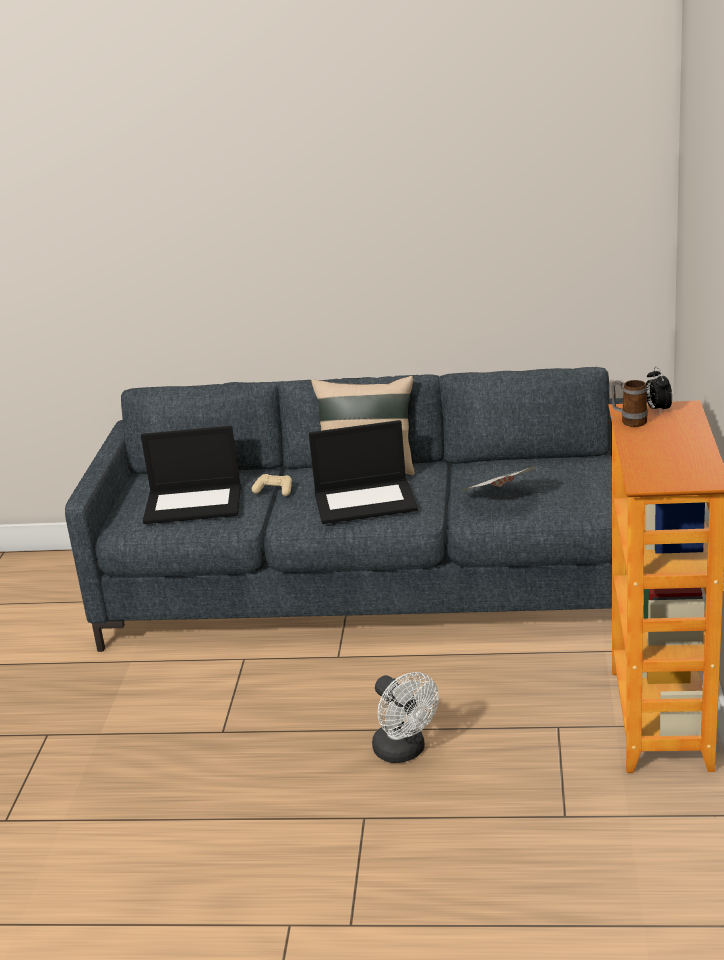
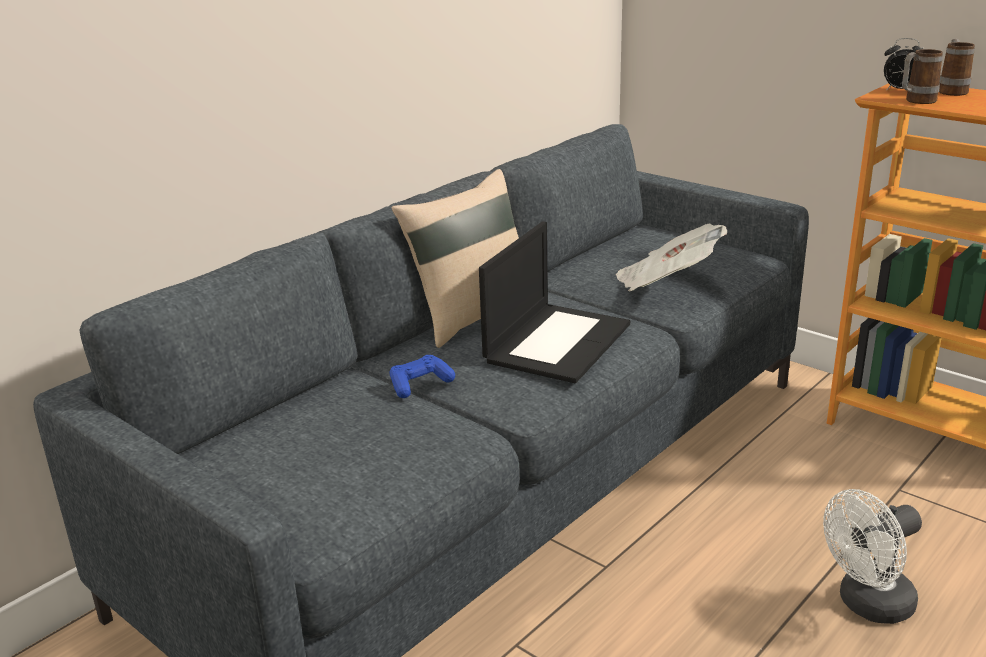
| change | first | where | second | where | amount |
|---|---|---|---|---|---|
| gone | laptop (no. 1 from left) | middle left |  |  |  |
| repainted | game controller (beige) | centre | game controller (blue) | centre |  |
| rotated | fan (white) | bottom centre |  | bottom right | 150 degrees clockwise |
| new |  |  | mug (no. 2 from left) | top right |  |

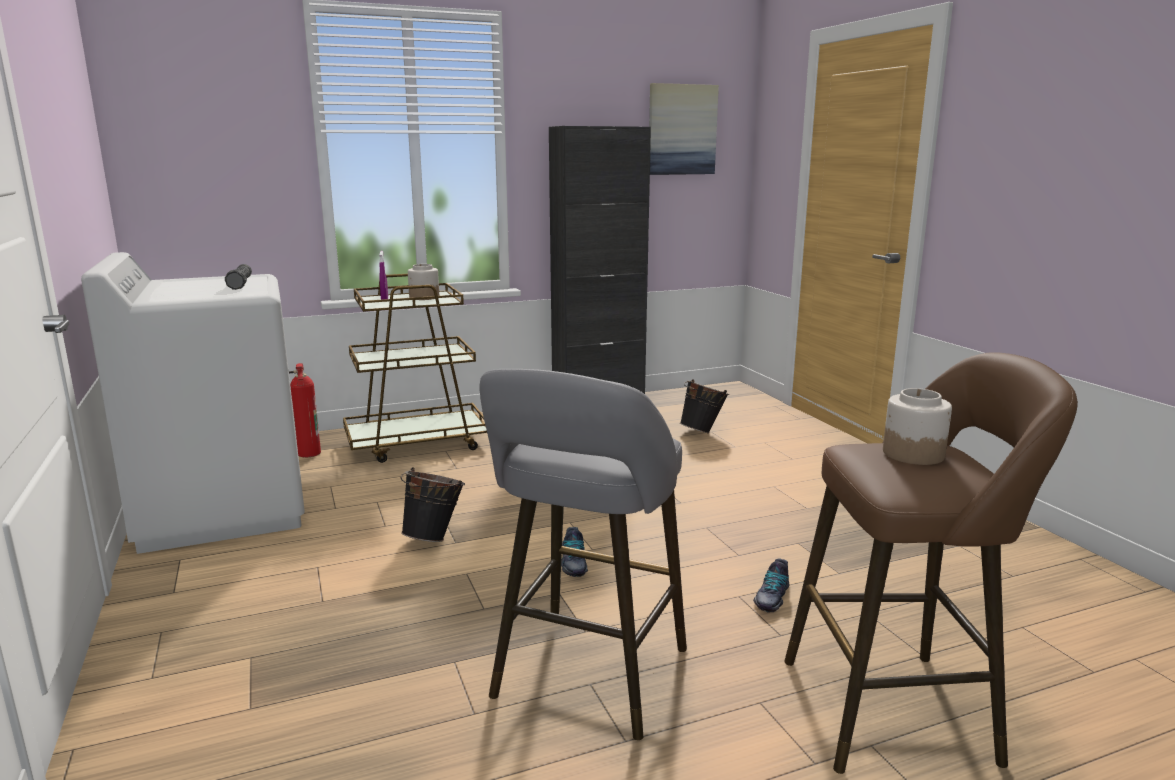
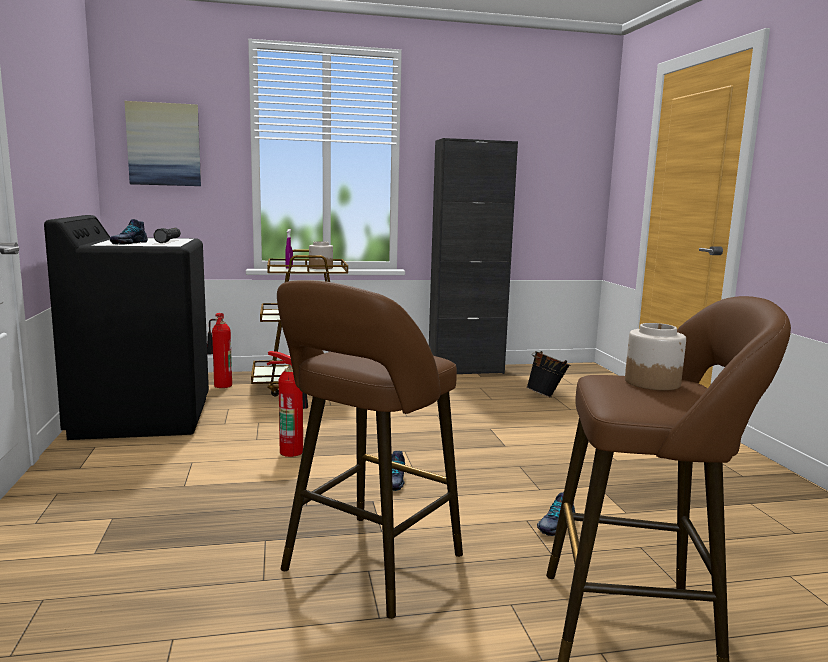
| change | first | where | second | where | amount |
|---|---|---|---|---|---|
| repainted | washing machine (white) | middle left | washing machine (black) | middle left |  |
| swapped | bucket (black) (no. 1 from left) | centre | fire extinguisher (no. 2 from left) | centre |  |
| repainted | stool (grey) | bottom centre | stool (brown) (no. 1 from left) | bottom centre |  |
| shifted | picture | top centre |  | top left |  |
| new |  |  | shoe (no. 1 from left) | middle left |  |

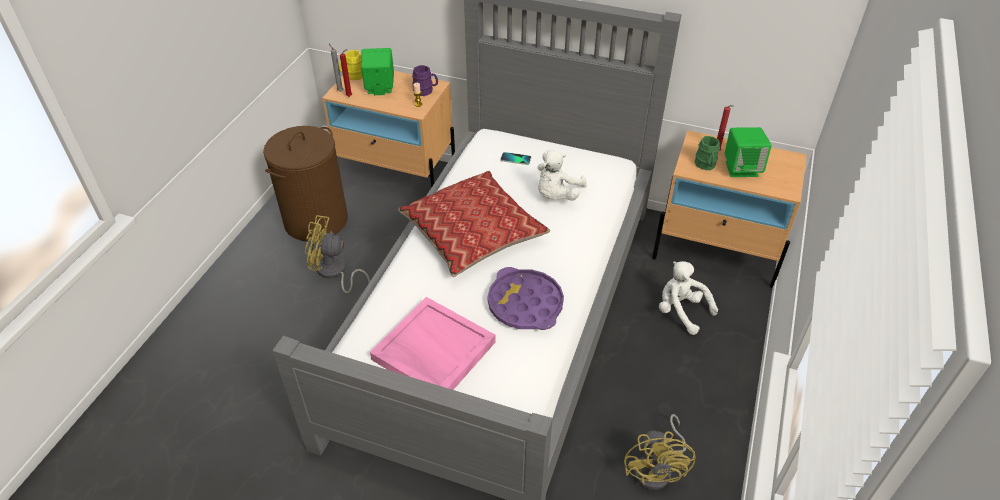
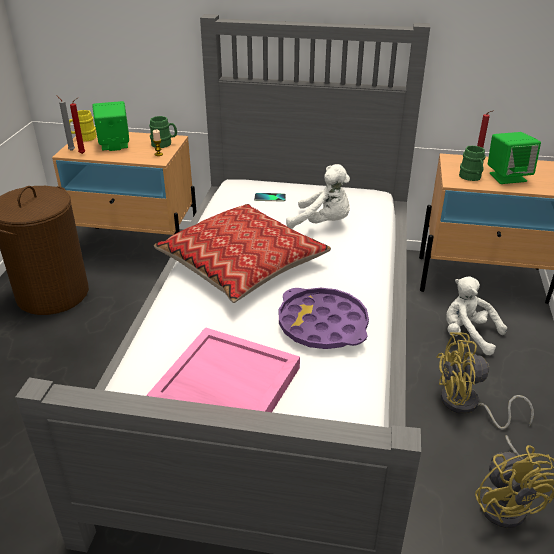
| change | first | where | second | where | amount |
|---|---|---|---|---|---|
| shifted | fan (yellow) (no. 1 from left) | centre |  | bottom right |  |
| repainted | mug (purple) | top centre | mug (green) (no. 1 from left) | top left |  |
| rotated | plush toy (white) (no. 1 from left) | centre |  | centre | 90 degrees counterclockwise |

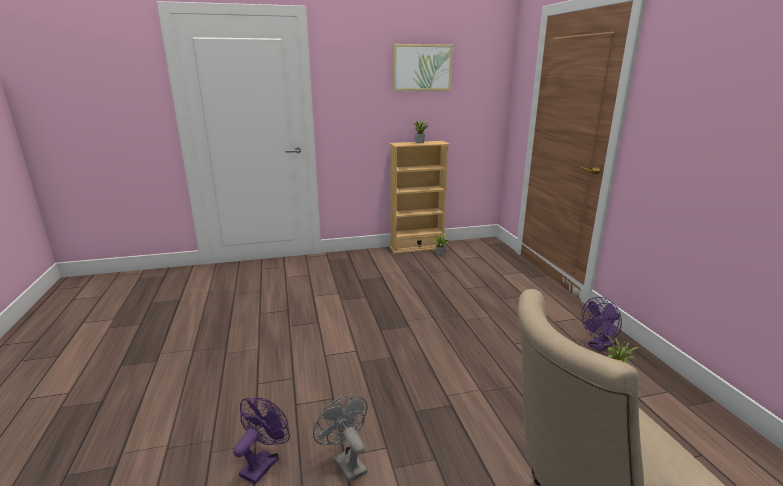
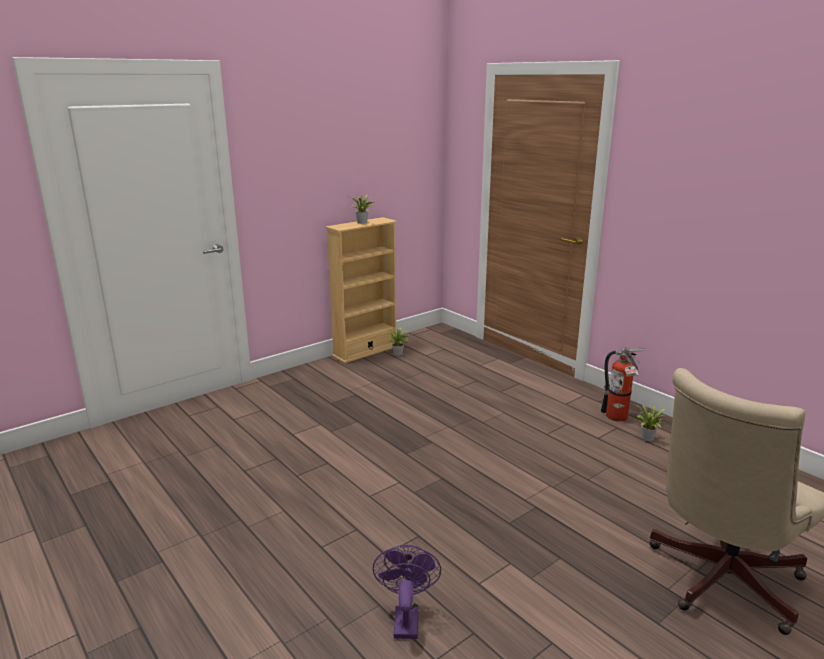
| change | first | where | second | where | amount |
|---|---|---|---|---|---|
| gone | fan (grey) | bottom centre |  |  |  |
| gone | picture | top centre |  |  |  |
| swapped | fan (purple) (no. 2 from left) | bottom right | fire extinguisher | middle right |  |

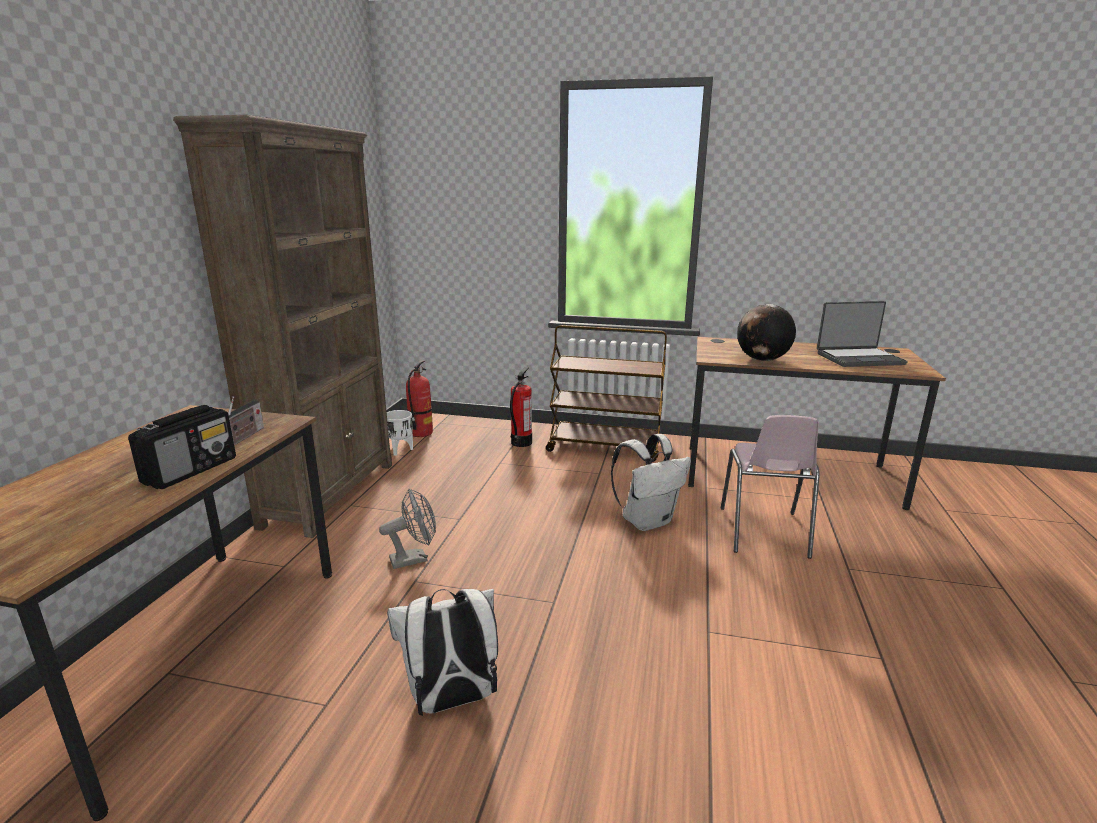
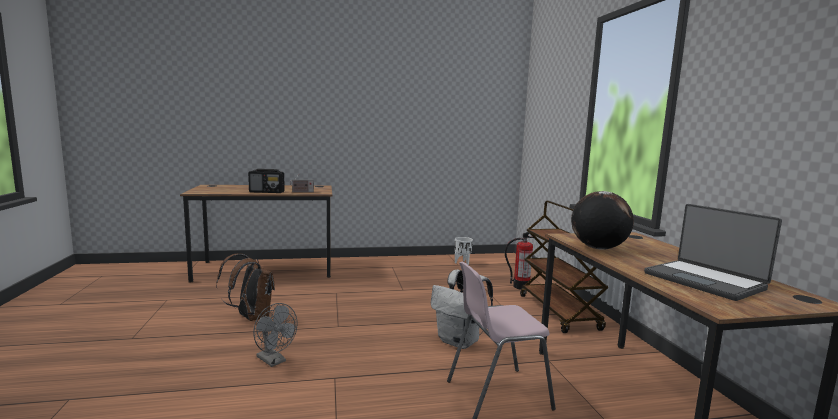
| change | first | where | second | where | amount |
|---|---|---|---|---|---|
| gone | bookcase (brown) | middle left |  |  |  |
| shifted | fan (grey) | centre |  | bottom left |  |
| repainted | backpack (white) (no. 1 from left) | bottom centre | backpack (brown) | bottom left |  |
| gone | fire extinguisher (no. 1 from left) | centre |  |  |  |

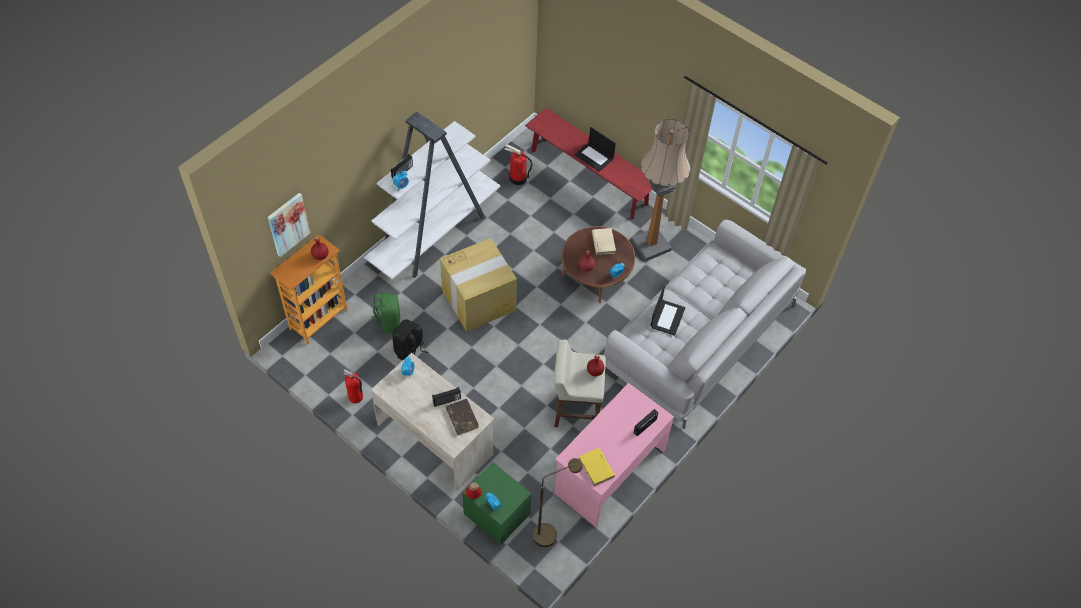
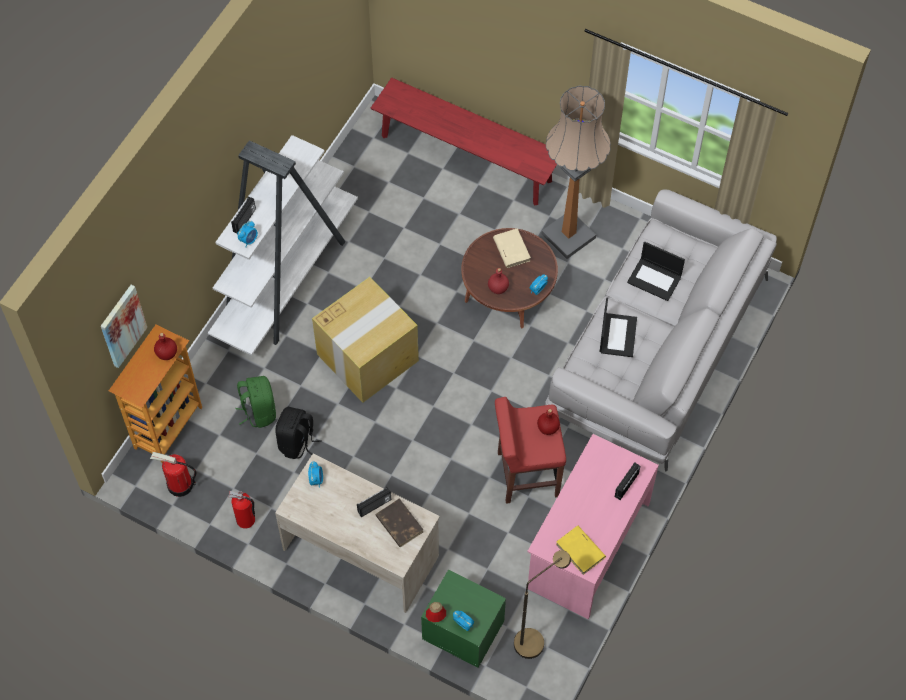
| change | first | where | second | where | amount |
|---|---|---|---|---|---|
| shifted | fire extinguisher (no. 2 from left in the first image) | top centre | fire extinguisher (no. 1 from left) | bottom left |  |
| repainted | stool (beige) | centre | stool (red) | centre |  |
| shifted | laptop (no. 1 from left in the first image) | top centre | laptop (no. 2 from left) | middle right |  |

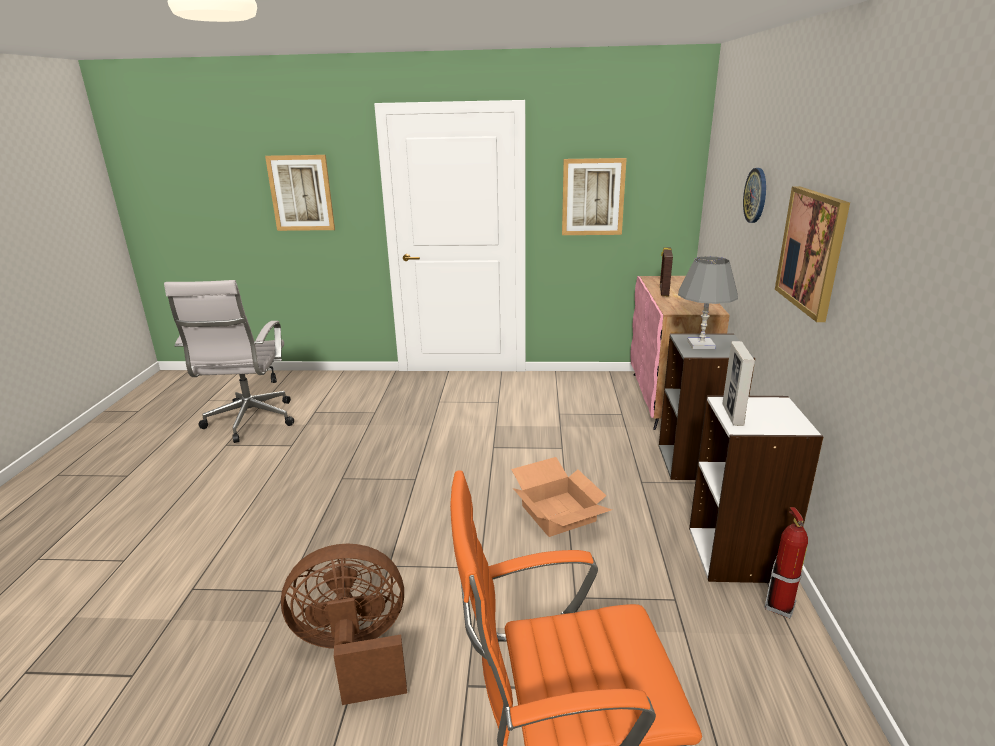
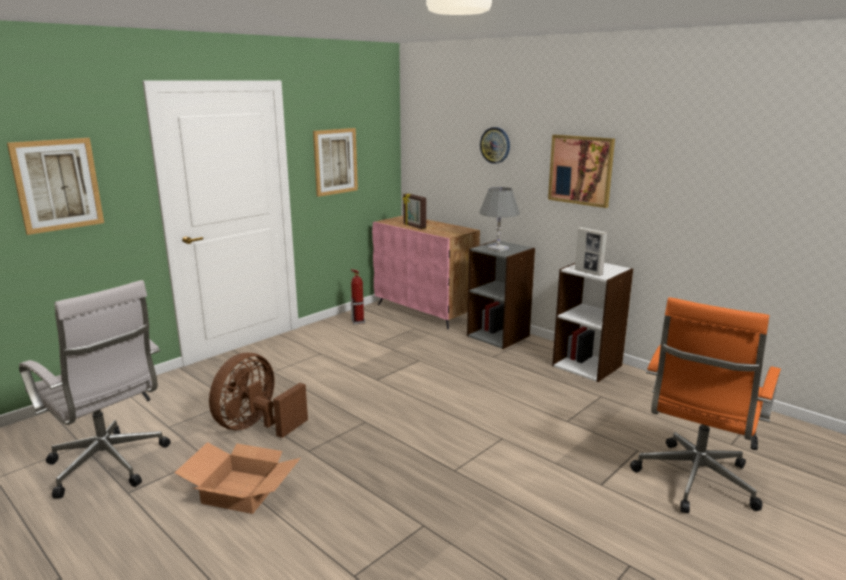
| change | first | where | second | where | amount |
|---|---|---|---|---|---|
| shifted | fan (brown) | bottom centre |  | bottom left |  |
| shifted | cardboard box | centre |  | bottom left |  |
| shifted | fire extinguisher | bottom right |  | centre |  |

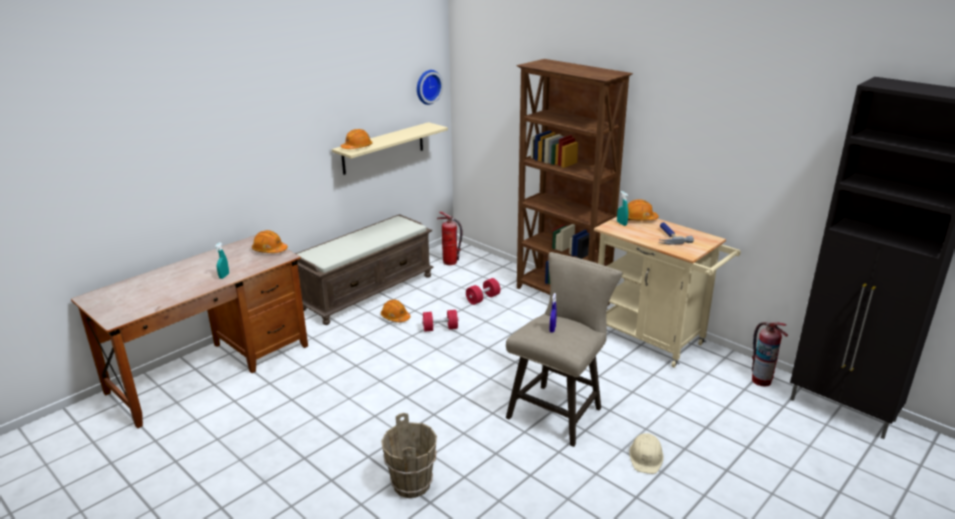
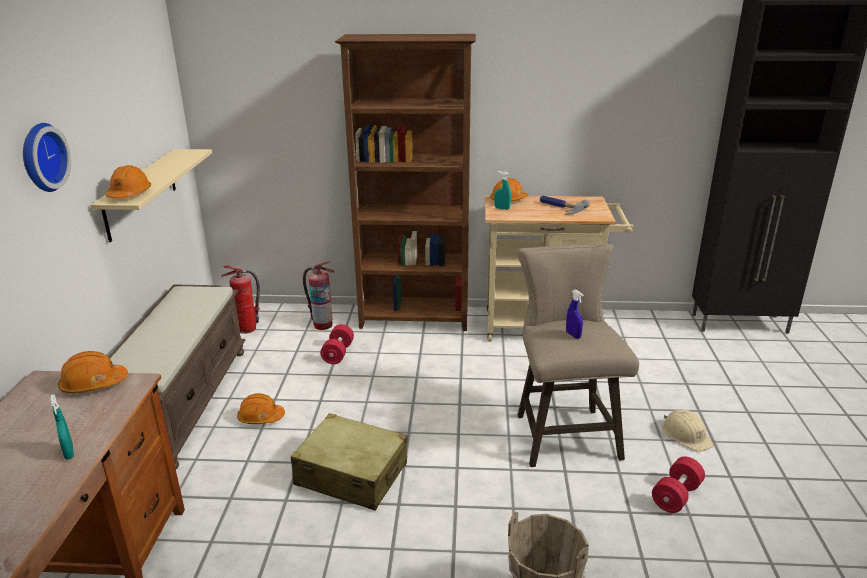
| change | first | where | second | where | amount |
|---|---|---|---|---|---|
| shifted | wall clock | top centre |  | top left |  |
| shifted | dumbbell (red) (no. 1 from left in the first image) | centre | dumbbell (red) (no. 2 from left) | bottom right |  |
| shifted | fire extinguisher (no. 2 from left) | bottom right |  | centre |  |
| new |  |  | suitcase (beige) | bottom centre |  |

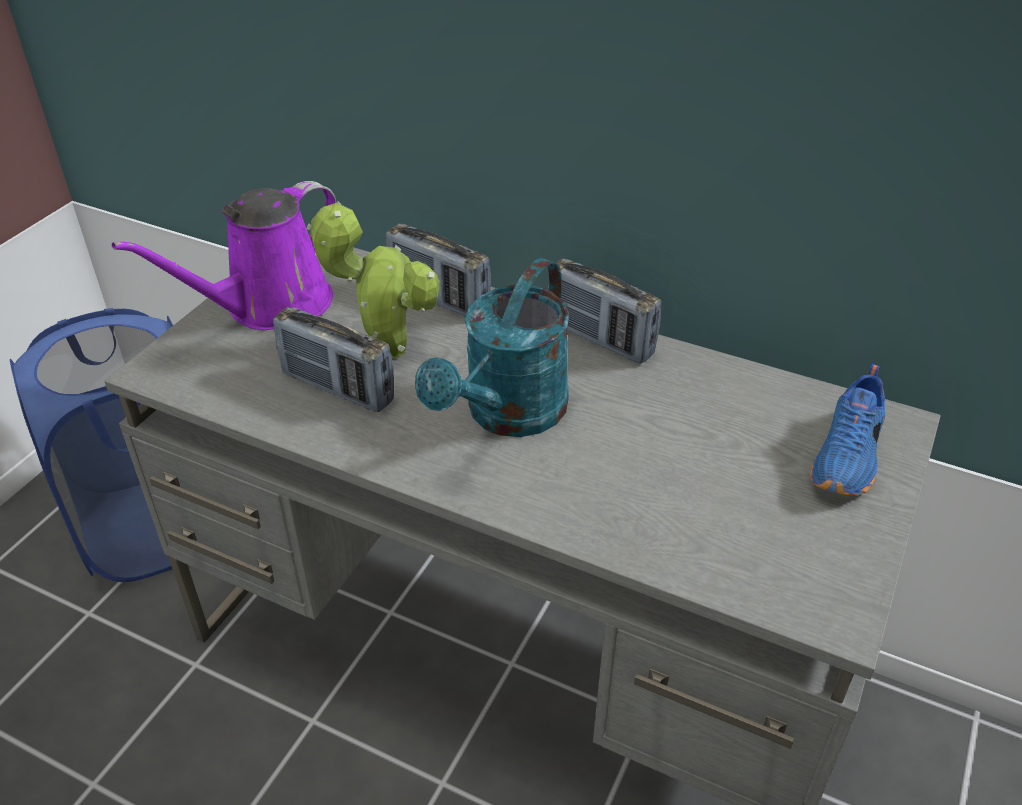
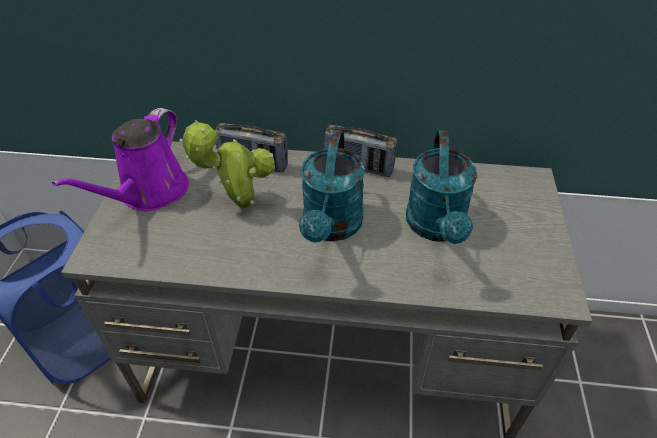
| change | first | where | second | where | amount |
|---|---|---|---|---|---|
| gone | radio (no. 1 from left) | middle left |  |  |  |
| gone | shoe (blue) | middle right |  |  |  |
| new |  |  | watering can (turquoise) (no. 2 from left) | middle right |  |

